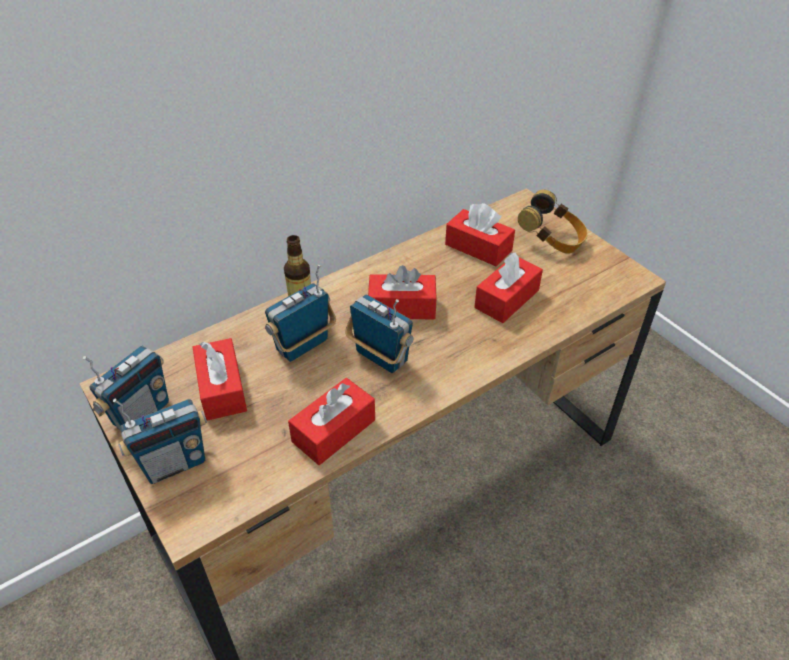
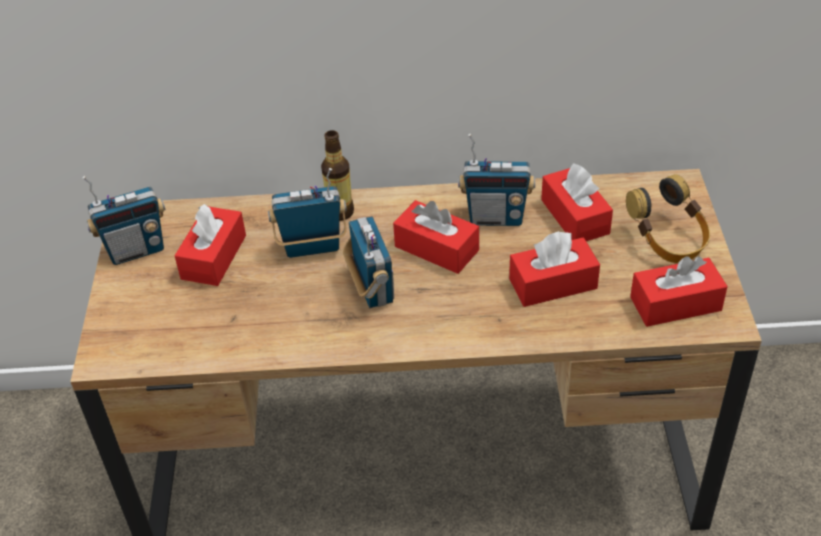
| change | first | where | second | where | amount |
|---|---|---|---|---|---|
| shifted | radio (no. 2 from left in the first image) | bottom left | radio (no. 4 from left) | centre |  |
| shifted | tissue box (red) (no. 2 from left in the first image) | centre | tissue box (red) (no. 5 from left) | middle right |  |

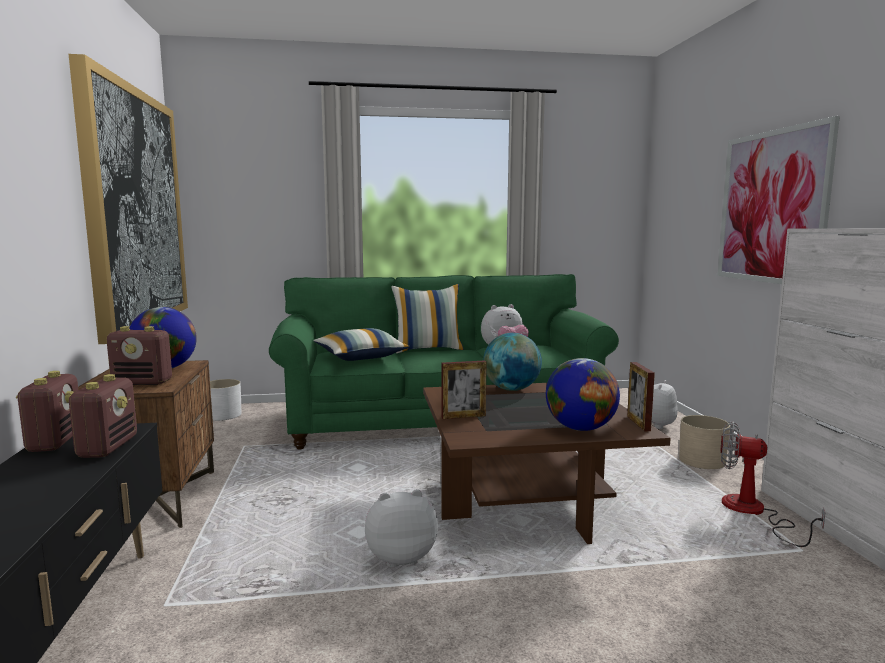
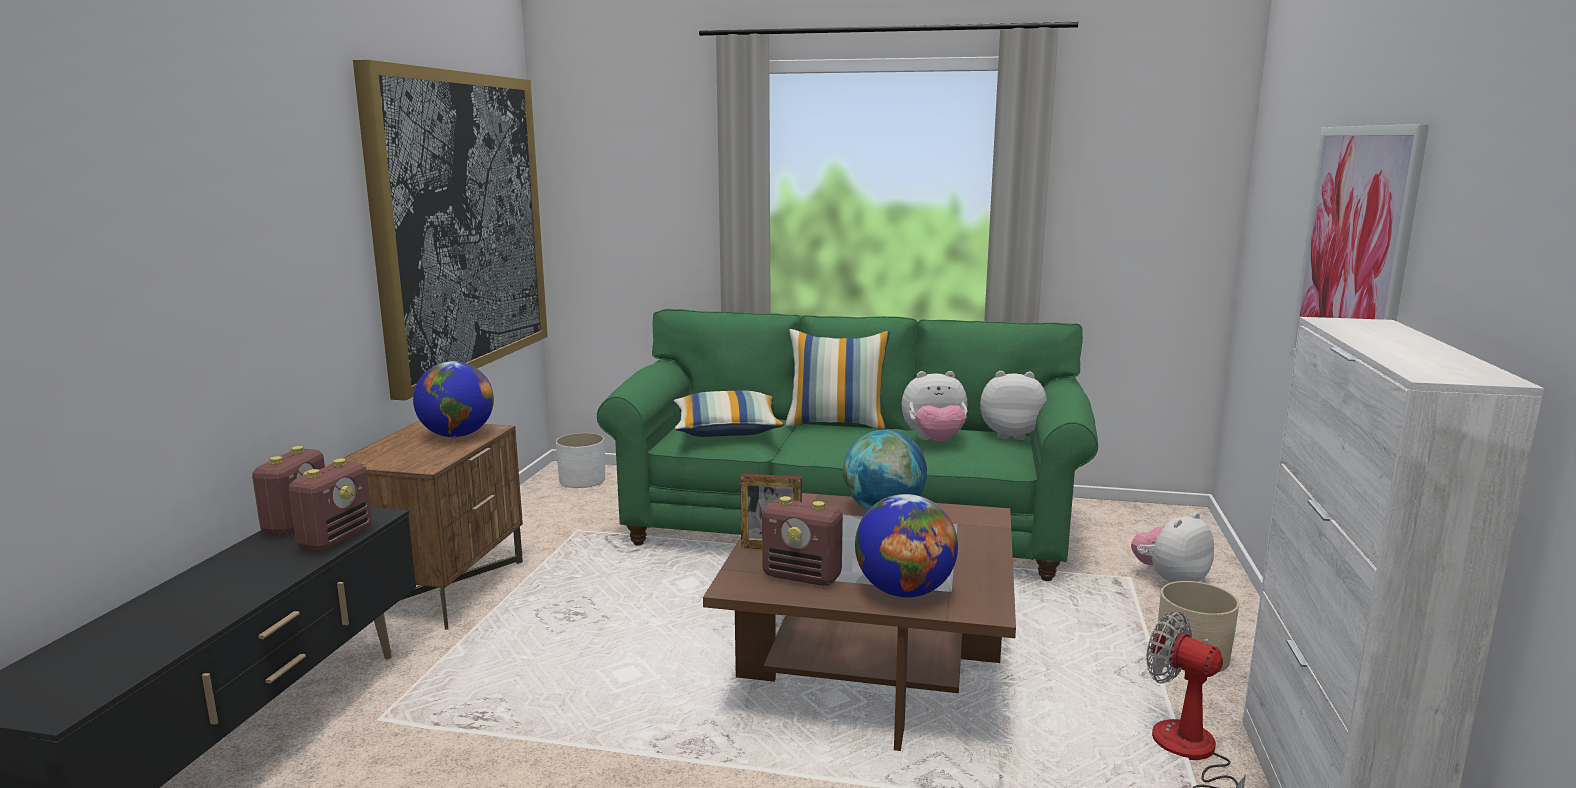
| change | first | where | second | where | amount |
|---|---|---|---|---|---|
| shifted | radio (no. 3 from left) | middle left |  | bottom centre |  |
| shifted | plush toy (no. 1 from left in the first image) | bottom centre | plush toy (no. 2 from left) | centre |  |
| gone | picture frame (no. 2 from left) | middle right |  |  |  |

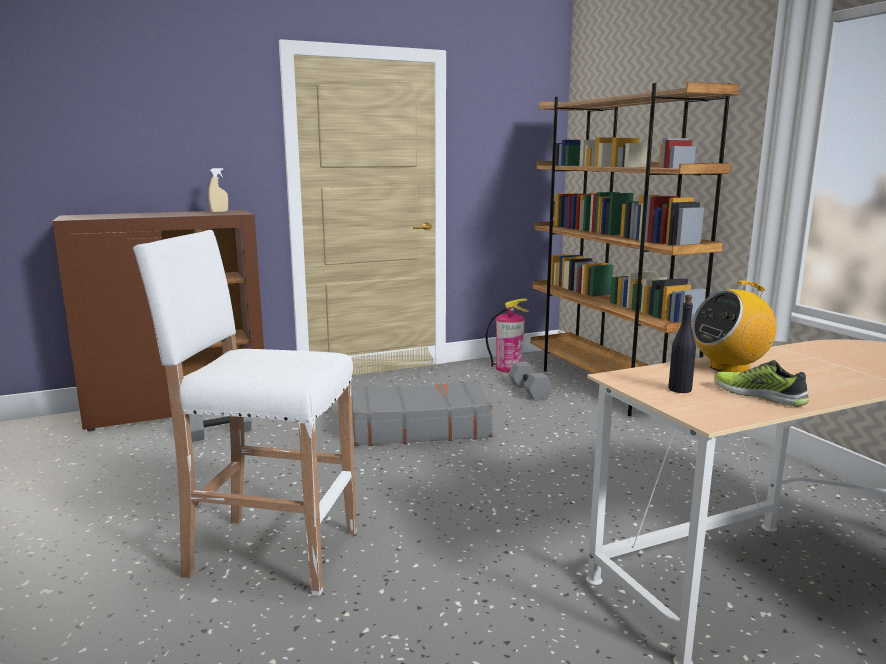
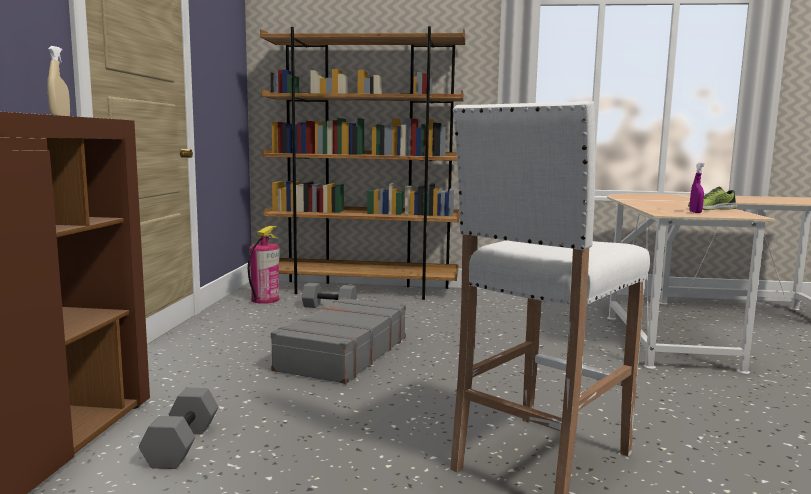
| change | first | where | second | where | amount |
|---|---|---|---|---|---|
| swapped | bottle (black) | middle right | spray bottle (purple) | middle right |  |
| gone | radio | middle right |  |  |  |

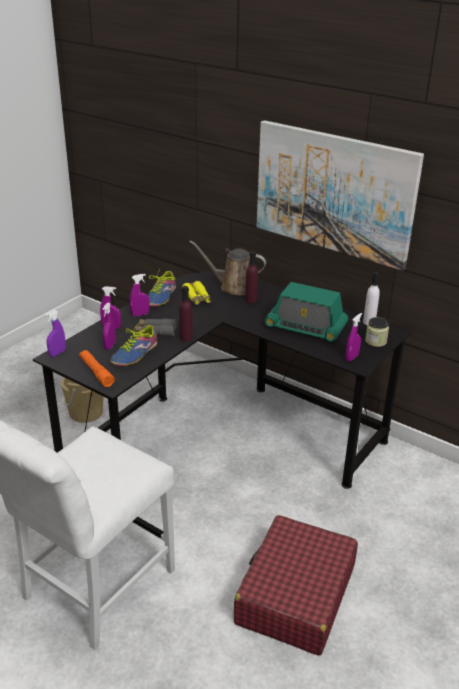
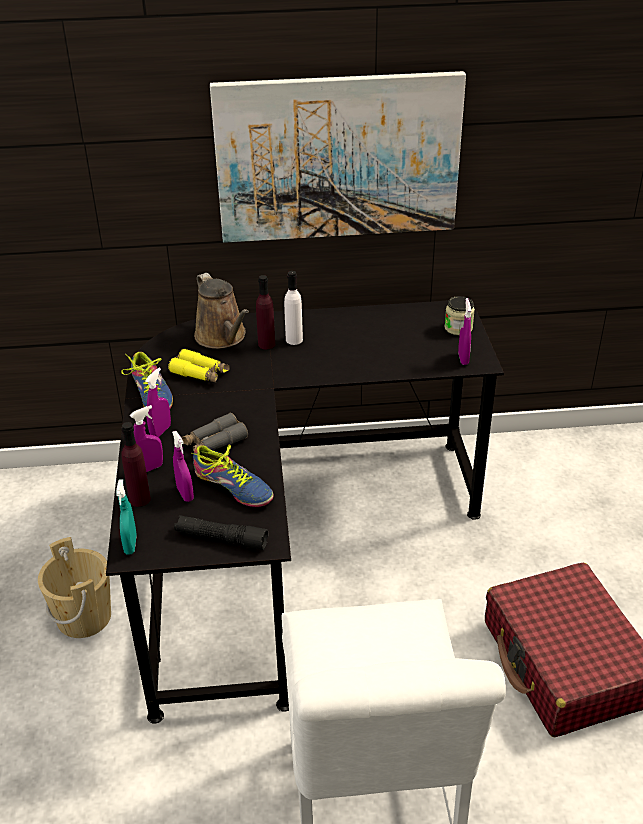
| change | first | where | second | where | amount |
|---|---|---|---|---|---|
| repainted | spray bottle (purple) (no. 1 from left) | middle left | spray bottle (turquoise) | middle left |  |
| repainted | flashlight (orange) | middle left | flashlight (black) | centre |  |
| rotated | shoe (no. 1 from left in the first image) | middle left | shoe (no. 2 from left) | centre | 45 degrees counterclockwise |
| shifted | bottle (purple) (no. 1 from left) | centre |  | middle left |  |
| rotated | watering can (brown) | centre |  | centre | 90 degrees counterclockwise |
| gone | radio | middle right |  |  |  |
| shifted | bottle (white) | middle right |  | centre |  |

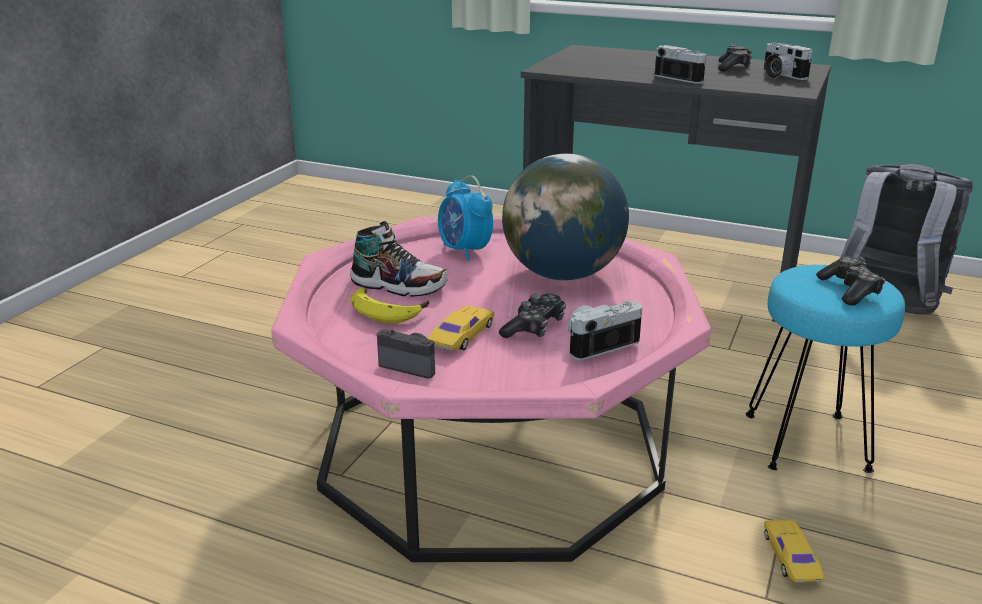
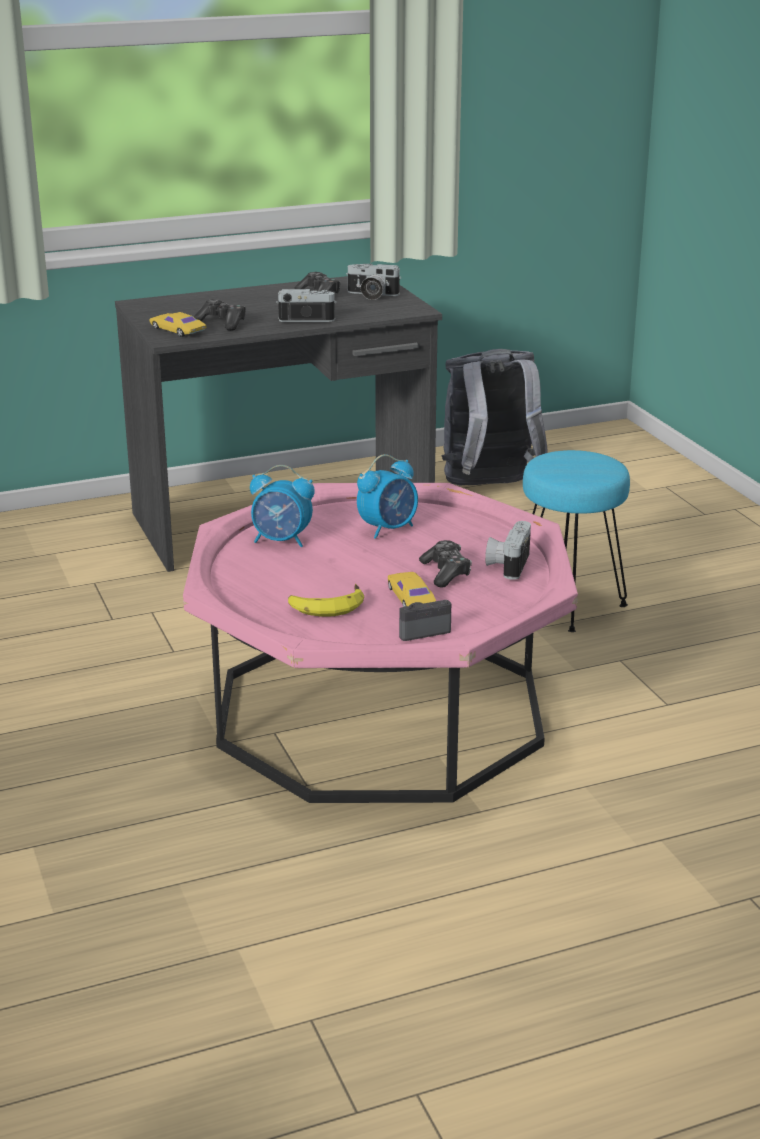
| change | first | where | second | where | amount |
|---|---|---|---|---|---|
| gone | shoe | centre |  |  |  |
| swapped | globe | centre | alarm clock (no. 2 from left) | centre |  |
| shifted | toy car (yellow) (no. 2 from left in the first image) | bottom right | toy car (yellow) (no. 1 from left) | top left |  |
| shifted | game controller (no. 3 from left in the first image) | middle right | game controller (no. 1 from left) | top left |  |

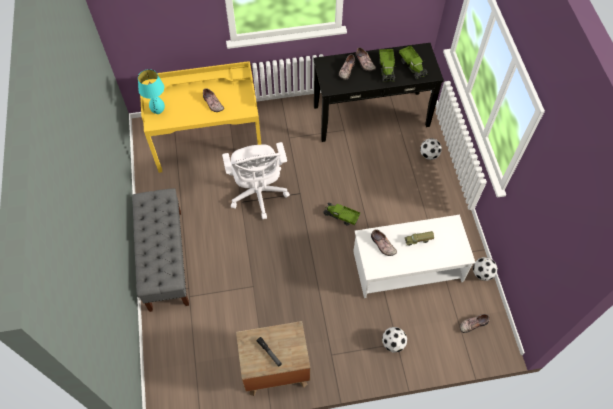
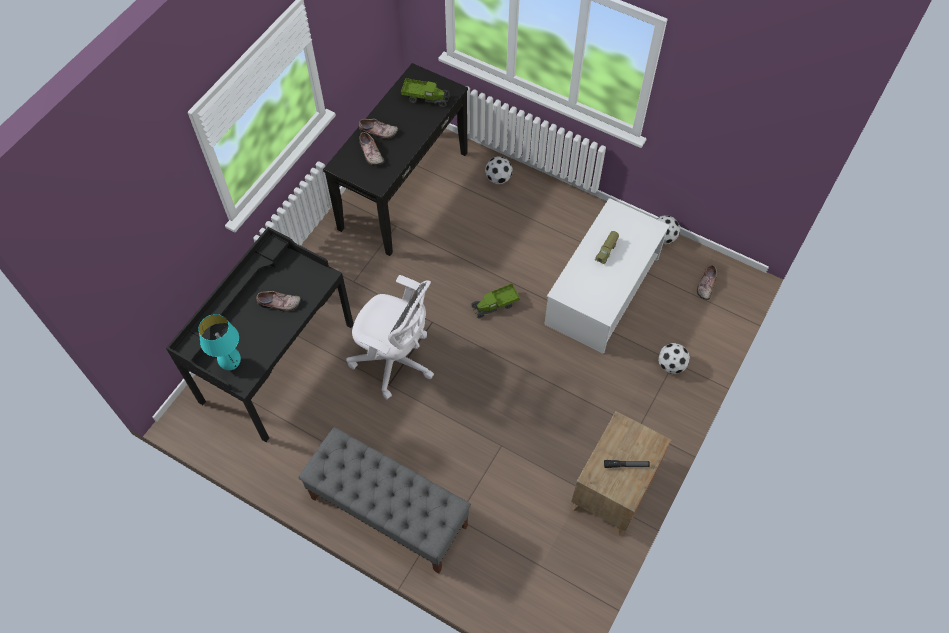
| change | first | where | second | where | amount |
|---|---|---|---|---|---|
| repainted | desk (yellow) | top left | desk (black) | middle left |  |
| gone | shoe (no. 4 from left) | centre |  |  |  |
| gone | toy truck (no. 2 from left) | top centre |  |  |  |

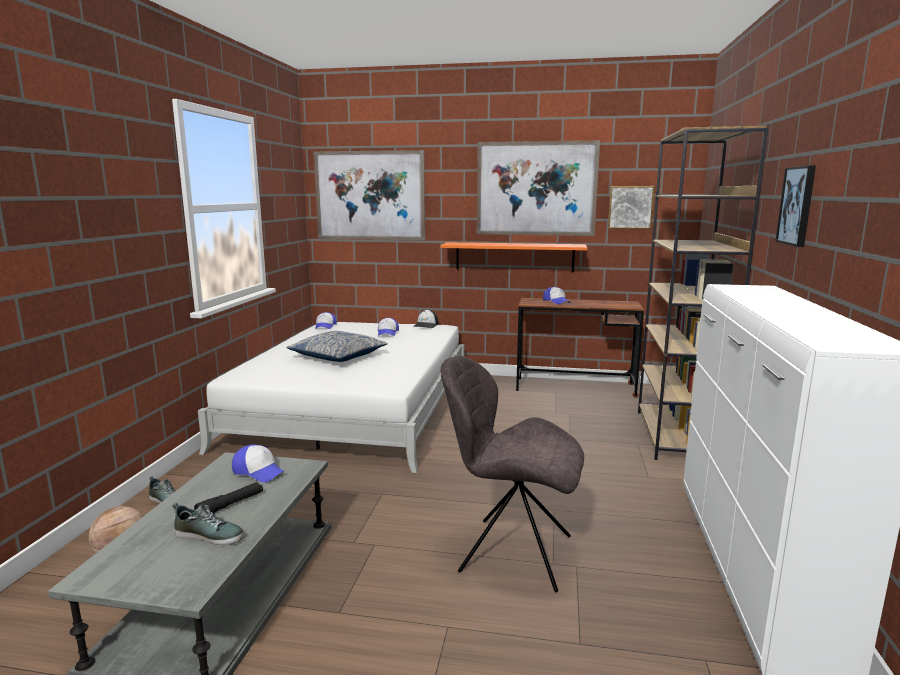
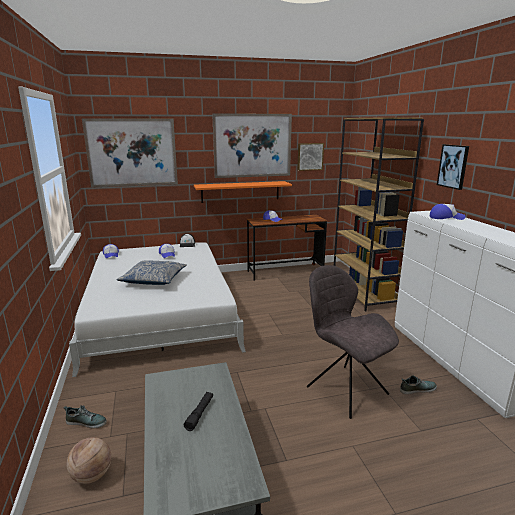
| change | first | where | second | where | amount |
|---|---|---|---|---|---|
| shifted | shoe (no. 2 from left) | bottom left |  | bottom right |  |
| shifted | cap (no. 1 from left in the first image) | bottom left | cap (no. 5 from left) | middle right |  |
| rotated | chair (grey) | bottom centre |  | middle right | 60 degrees clockwise |

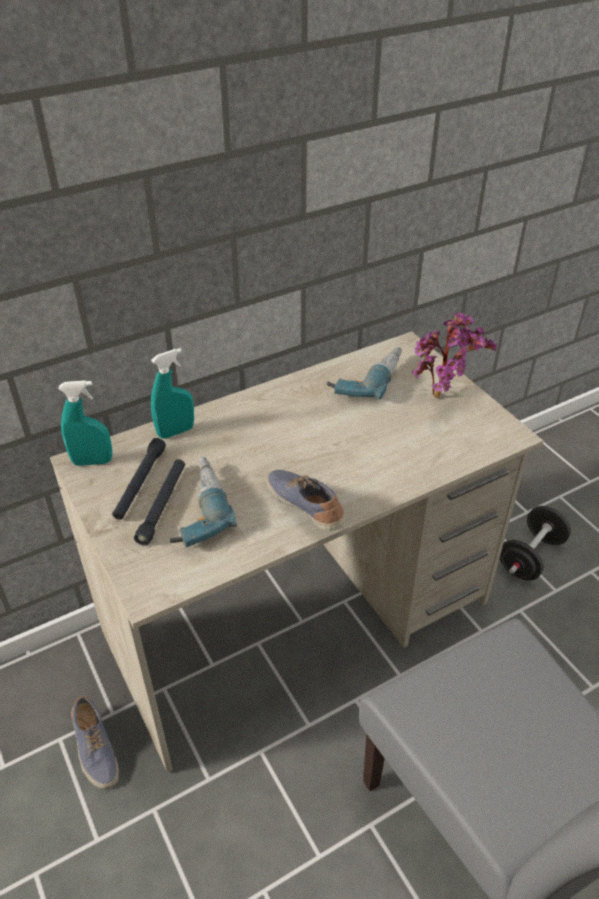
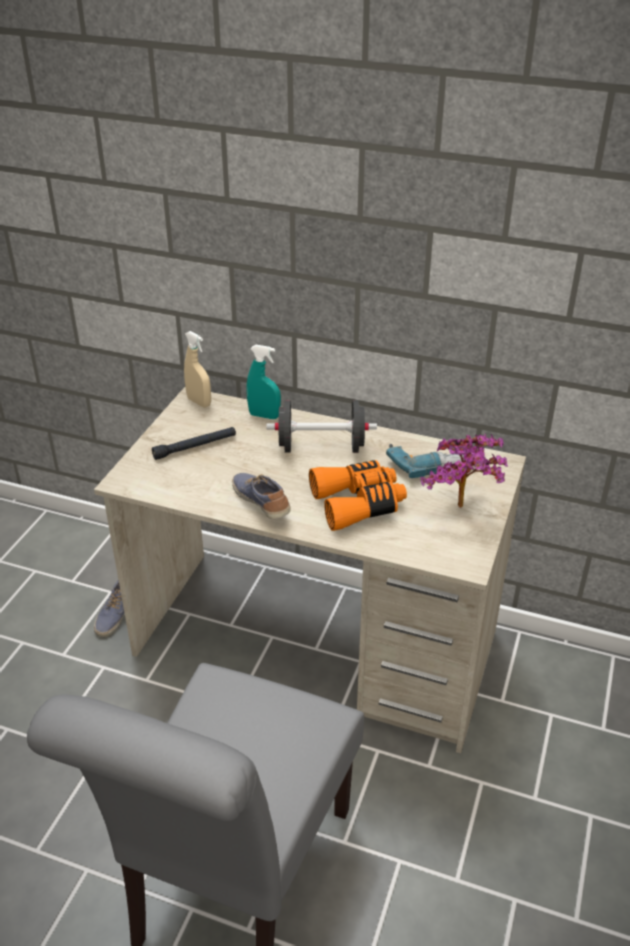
| change | first | where | second | where | amount |
|---|---|---|---|---|---|
| repainted | spray bottle (turquoise) (no. 1 from left) | middle left | spray bottle (beige) | middle left |  |
| gone | flashlight (black) (no. 1 from left) | middle left |  |  |  |
| gone | power drill (no. 1 from left) | centre |  |  |  |
| rotated | shoe (no. 2 from left) | centre |  | centre | 45 degrees counterclockwise |
| shifted | dumbbell (black) | middle right |  | centre |  |
| new |  |  | binoculars (orange) | centre |  |

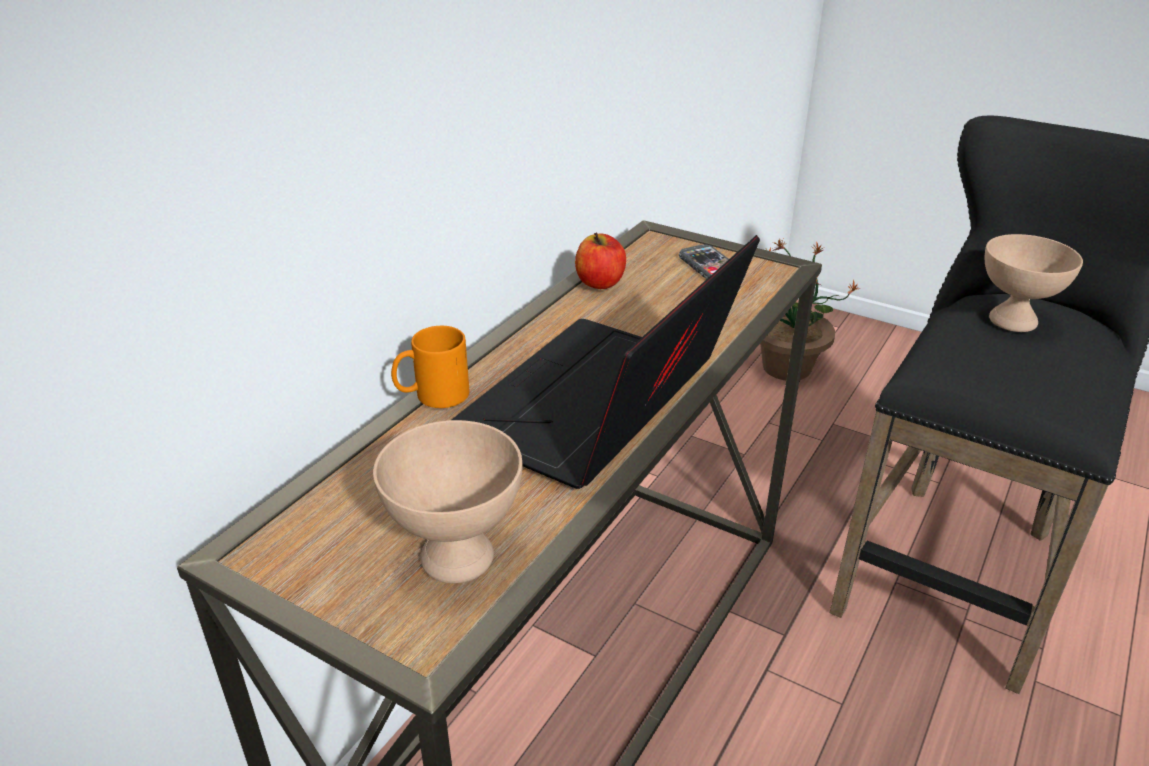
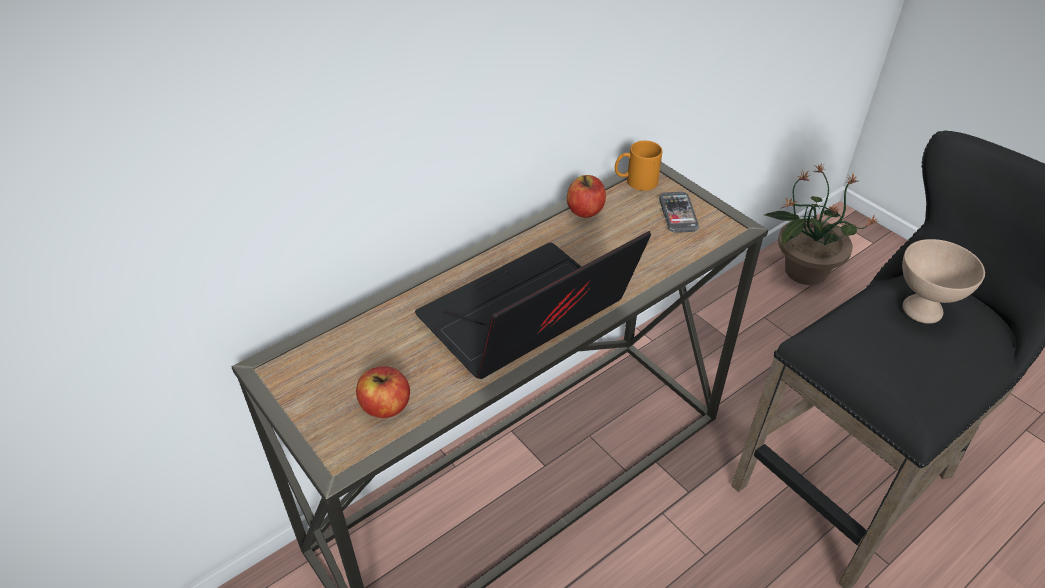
| change | first | where | second | where | amount |
|---|---|---|---|---|---|
| swapped | bowl (beige) (no. 1 from left) | centre | apple (no. 1 from left) | bottom centre |  |
| shifted | mug (orange) | centre |  | top centre |  |

